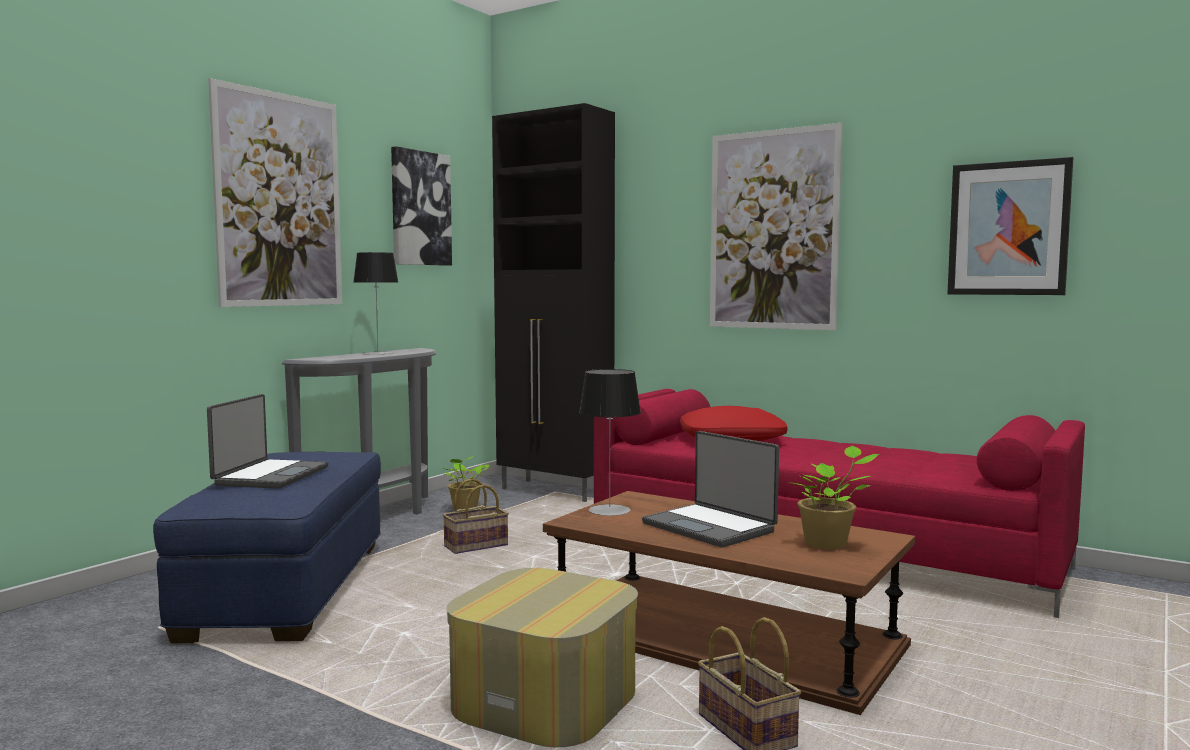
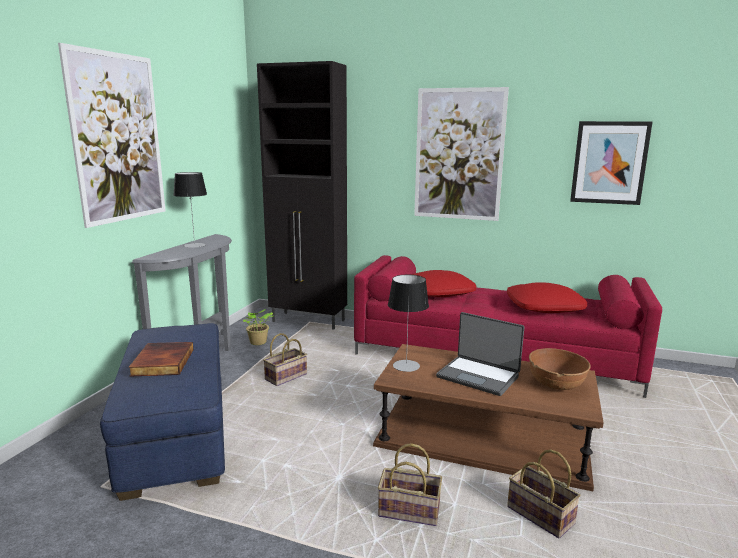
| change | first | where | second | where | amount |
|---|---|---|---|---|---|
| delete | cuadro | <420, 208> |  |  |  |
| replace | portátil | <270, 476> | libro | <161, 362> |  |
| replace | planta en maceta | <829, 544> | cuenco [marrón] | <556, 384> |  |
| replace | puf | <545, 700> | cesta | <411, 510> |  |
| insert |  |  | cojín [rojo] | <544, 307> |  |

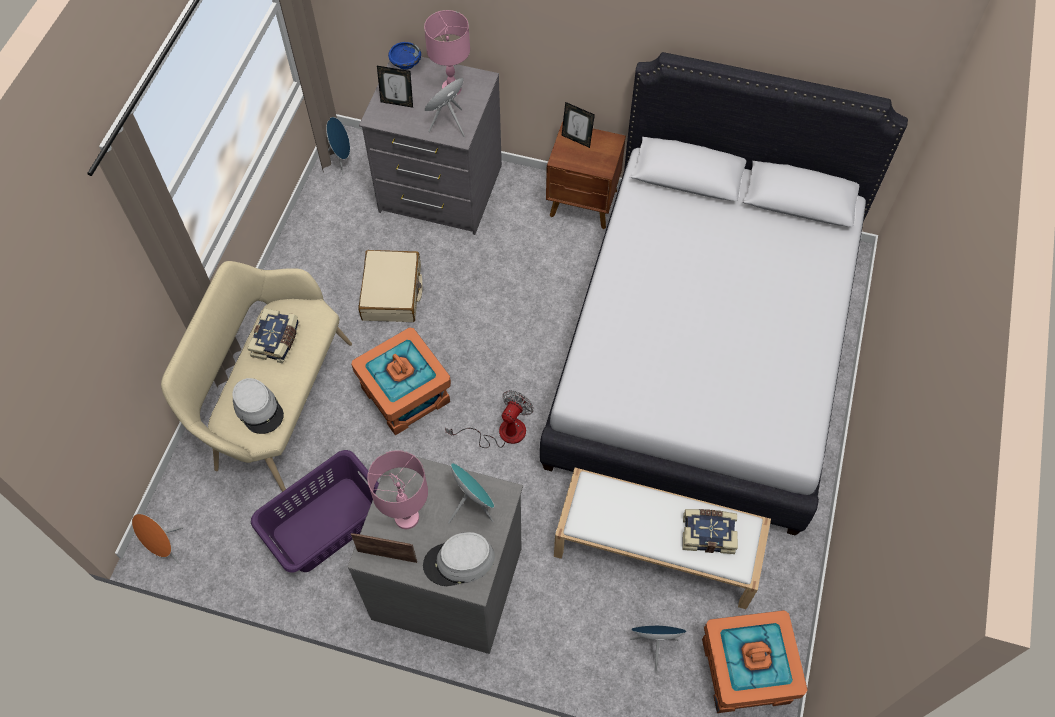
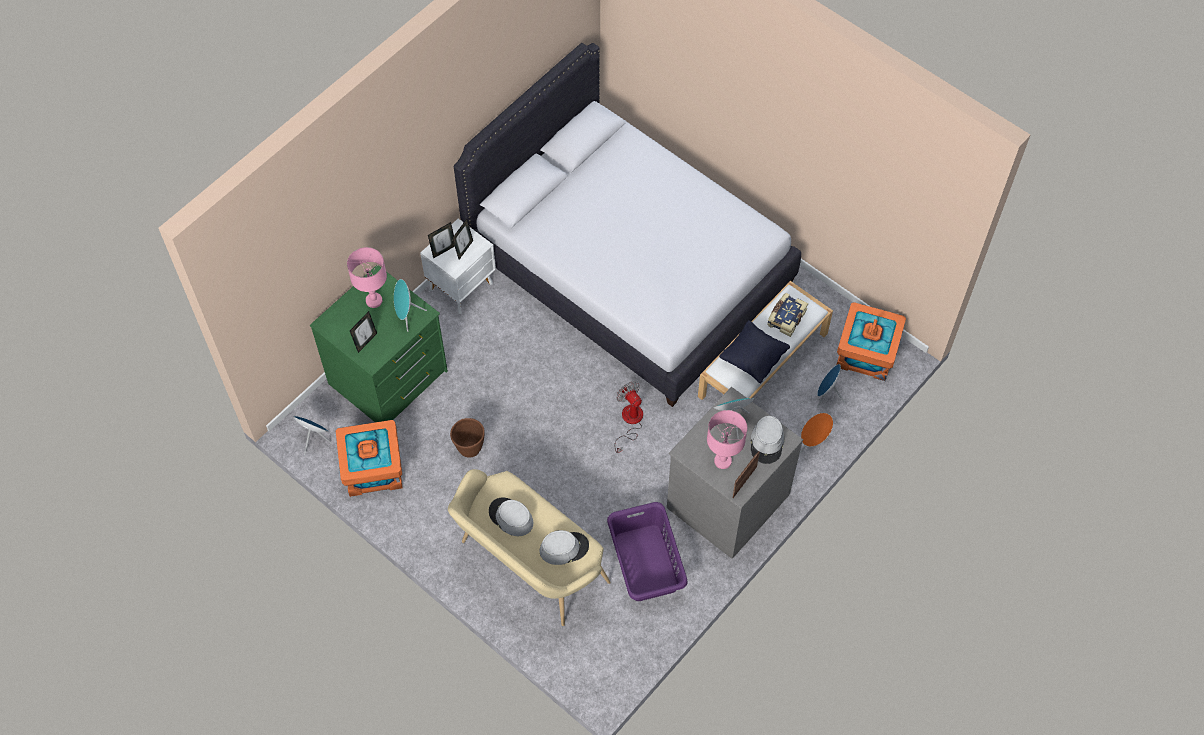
| change | first | where | second | where | amount |
|---|---|---|---|---|---|
| delete | cuenco [azul] | <405, 63> |  |  |  |
| recolor | cómoda [gris] | <440, 190> | cómoda [verde] | <389, 379> |  |
| recolor | mesita de noche [marrón] | <584, 204> | mesita de noche [blanco] | <462, 287> |  |
| replace | maleta [beis] | <392, 293> | maceta [marrón] | <469, 449> |  |
| replace | libro | <277, 341> | sombrero [gris] | <511, 517> |  |
| move | caja de almacenaje [naranja] | <405, 395> |  | <373, 469> |  |
| move | altavoz [naranja] | <166, 547> |  | <812, 442> |  |
| insert |  |  | portarretratos | <464, 249> |  |
| insert |  |  | cojín [negro] | <753, 358> |  |

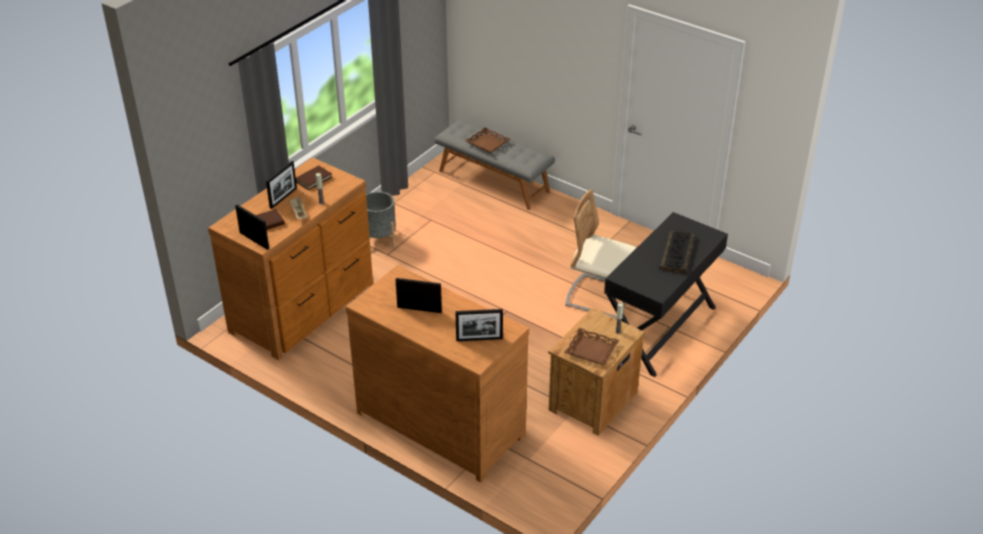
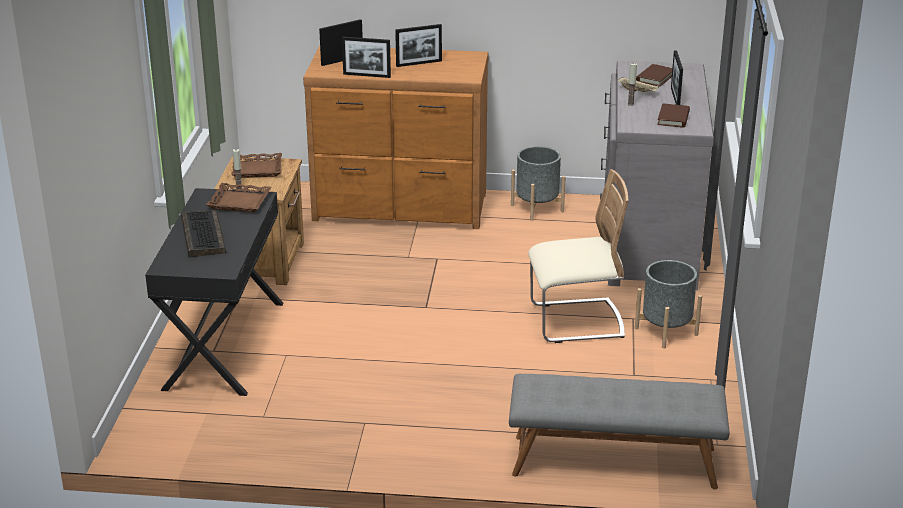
| change | first | where | second | where | amount |
|---|---|---|---|---|---|
| move | bandeja [marrón] | <487, 143> |  | <240, 202> |  |
| recolor | cómoda [marrón] | <304, 308> | cómoda [gris] | <647, 244> |  |
| move | silla [beis] | <601, 297> |  | <576, 322> |  |
| move | portarretratos | <254, 240> |  | <367, 75> |  |
| insert |  |  | maceta [gris] | <537, 208> |  |

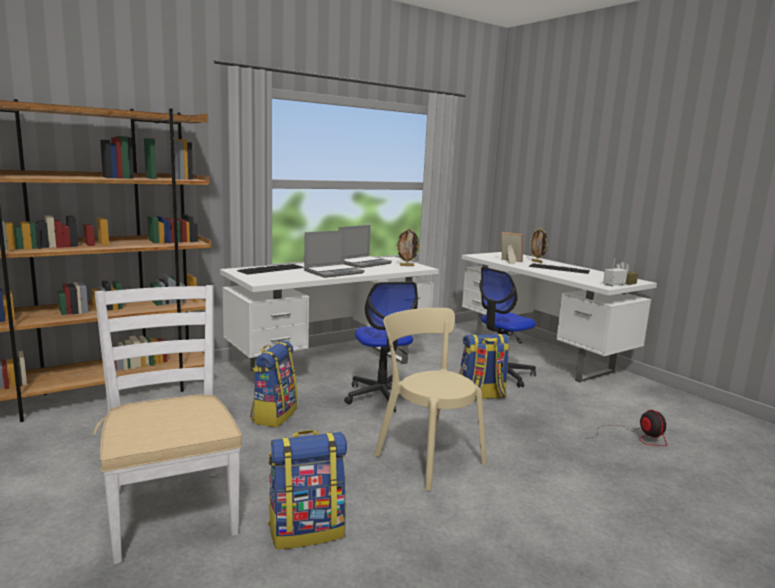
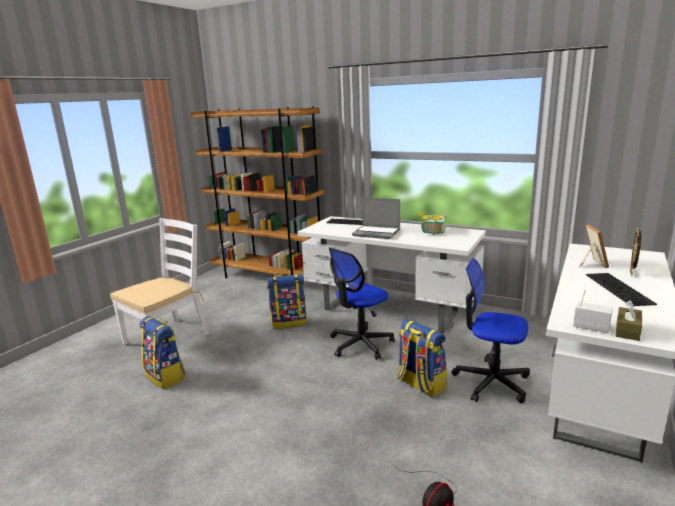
| change | first | where | second | where | amount |
|---|---|---|---|---|---|
| replace | portátil | <364, 263> | libro | <430, 231> |  |
| delete | portarretratos | <406, 265> |  |  |  |
| delete | silla [beis] | <426, 457> |  |  |  |

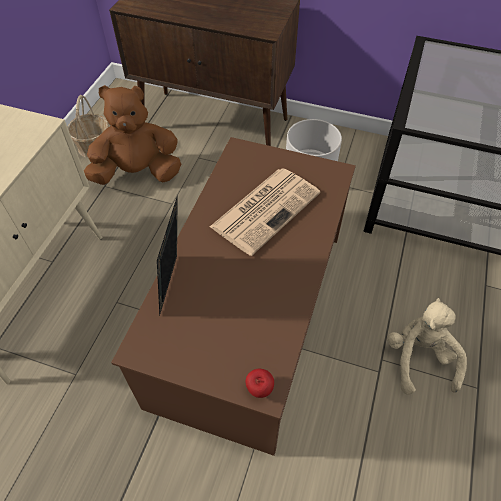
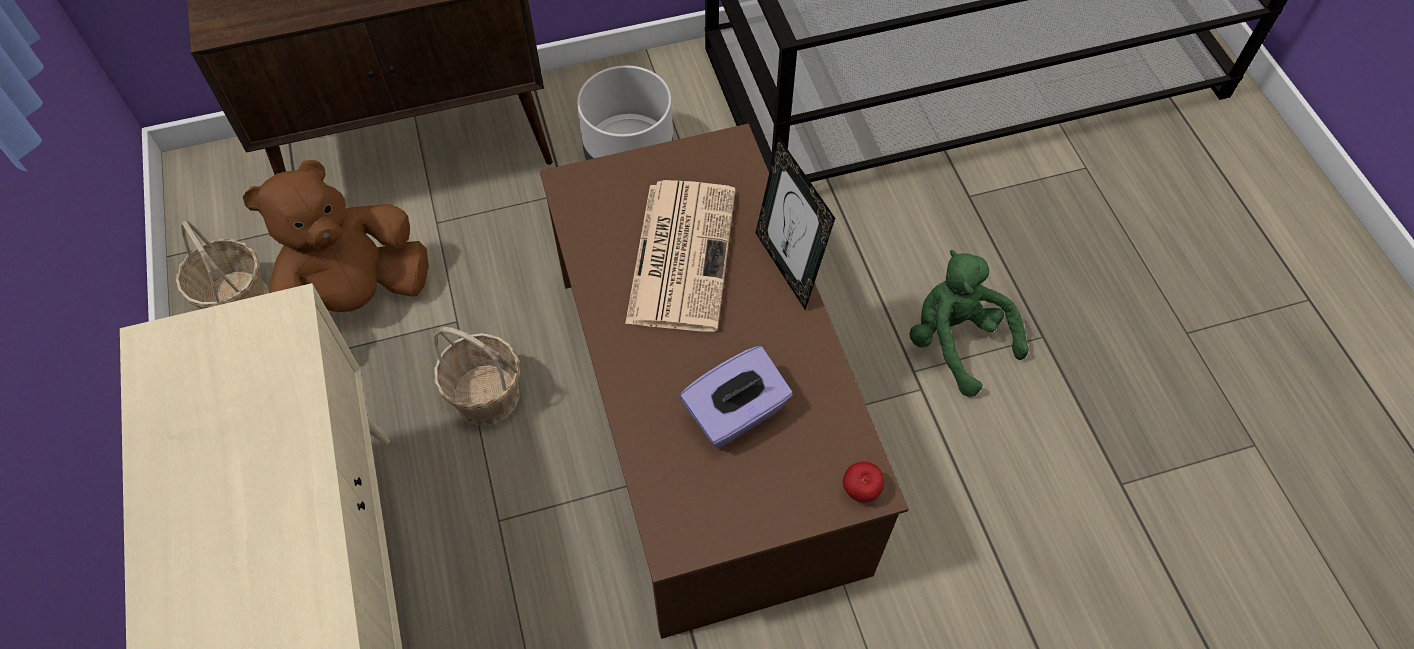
| change | first | where | second | where | amount |
|---|---|---|---|---|---|
| move | portarretratos | <174, 285> |  | <787, 267> |  |
| recolor | peluche [beis] | <419, 358> | peluche [verde] | <956, 342> |  |
| insert |  |  | cesta | <486, 396> |  |
| insert |  |  | caja de pañuelos [morado] | <736, 414> |  |

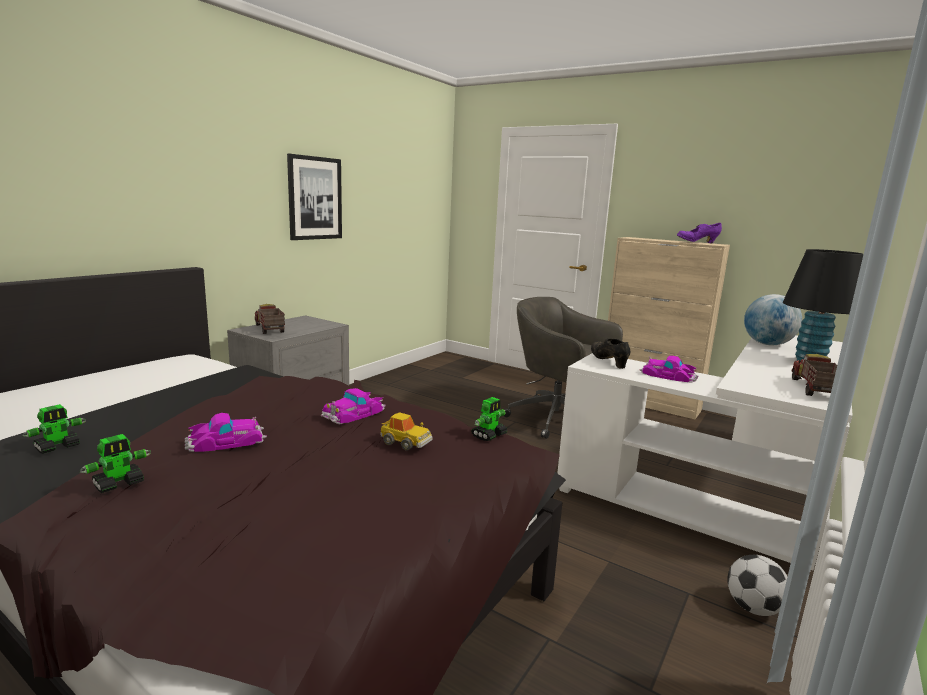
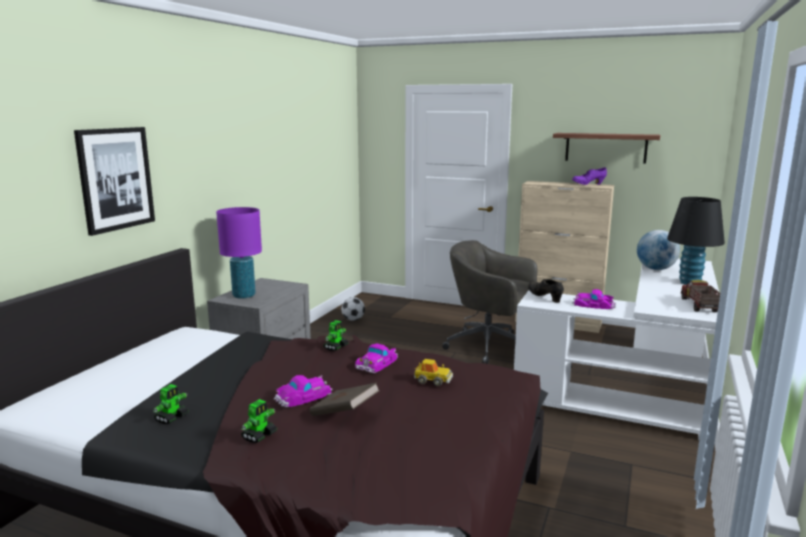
| change | first | where | second | where | amount |
|---|---|---|---|---|---|
| move | cuadro | <314, 198> |  | <115, 179> |  |
| replace | camión de juguete | <269, 329> | lámpara de mesa [morado] | <244, 296> |  |
| move | robot de juguete | <489, 435> |  | <336, 347> |  |
| move | balón de fútbol | <753, 608> |  | <353, 320> |  |
| insert |  |  | estante | <605, 147> |  |
| insert |  |  | libro [marrón] | <344, 414> |  |

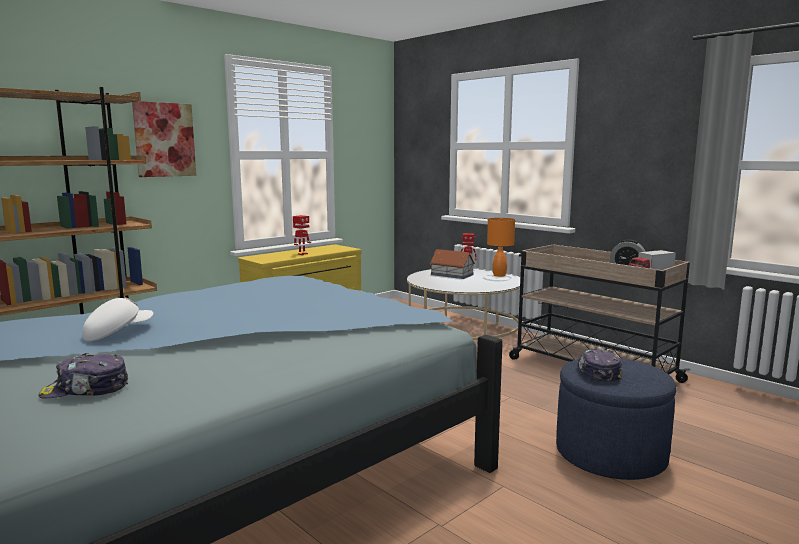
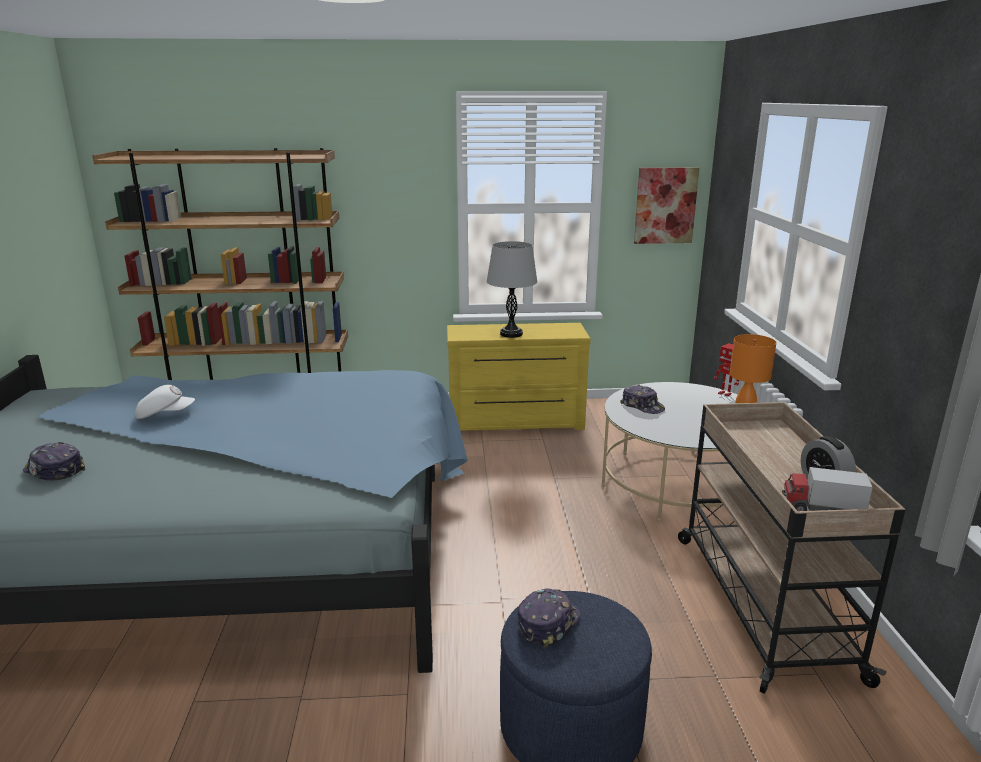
| change | first | where | second | where | amount |
|---|---|---|---|---|---|
| move | cuadro | <164, 140> |  | <665, 205> |  |
| replace | robot de juguete | <302, 254> | lámpara de mesa [gris] | <511, 334> |  |
| delete | casita | <452, 275> |  |  |  |
| insert |  |  | gorra | <642, 406> |  |

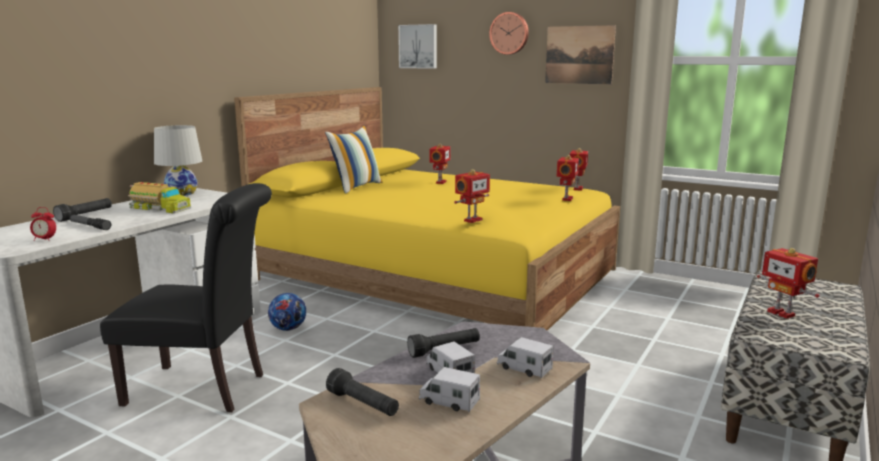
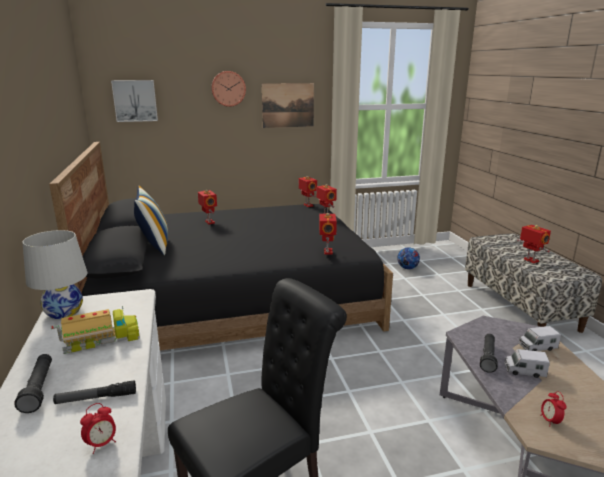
| change | first | where | second | where | amount |
|---|---|---|---|---|---|
| recolor | cama [amarillo] | <436, 274> | cama [negro] | <234, 299> |  |
| rotate | robot de juguete | <782, 313> |  | <530, 260> | 135 degrees counterclockwise |
| move | balón de fútbol | <288, 329> |  | <407, 268> |  |
| delete | camión de juguete | <449, 401> |  |  |  |
| replace | linterna [negro] | <363, 405> | despertador | <550, 421> |  |

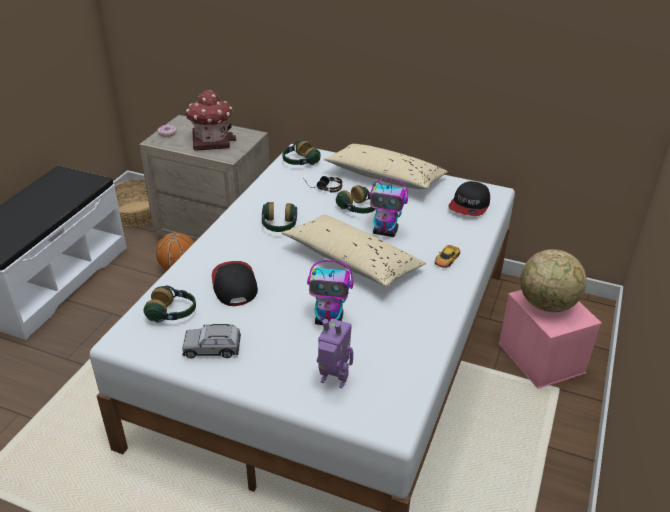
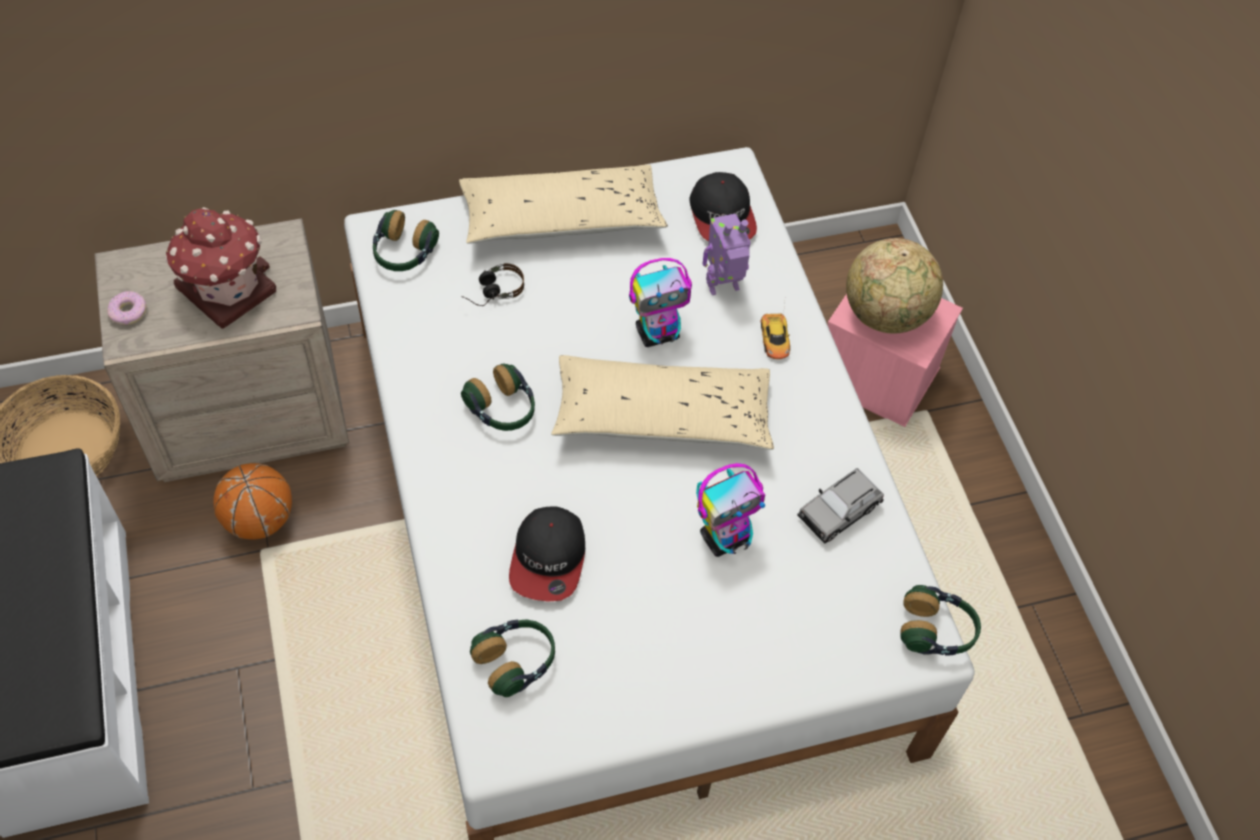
| change | first | where | second | where | amount |
|---|---|---|---|---|---|
| move | auriculares | <358, 209> |  | <936, 631> |  |
| rotate | gorra | <234, 285> |  | <548, 559> | 120 degrees counterclockwise |
| move | robot de juguete | <333, 381> |  | <723, 287> |  |
| move | coche de juguete [gris] | <212, 349> |  | <839, 511> |  |

